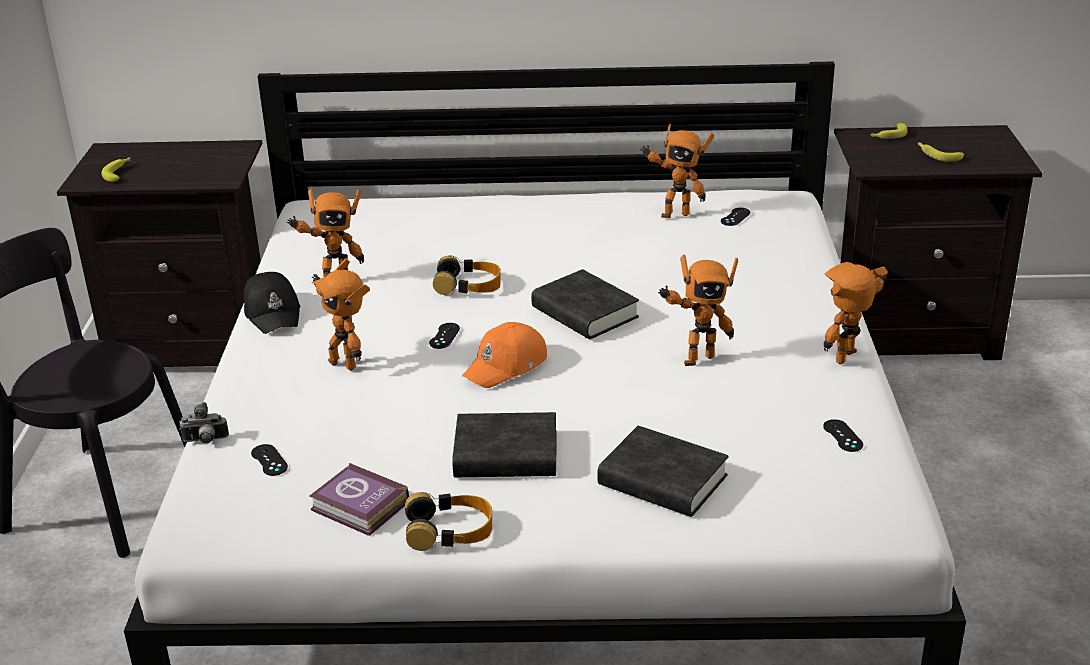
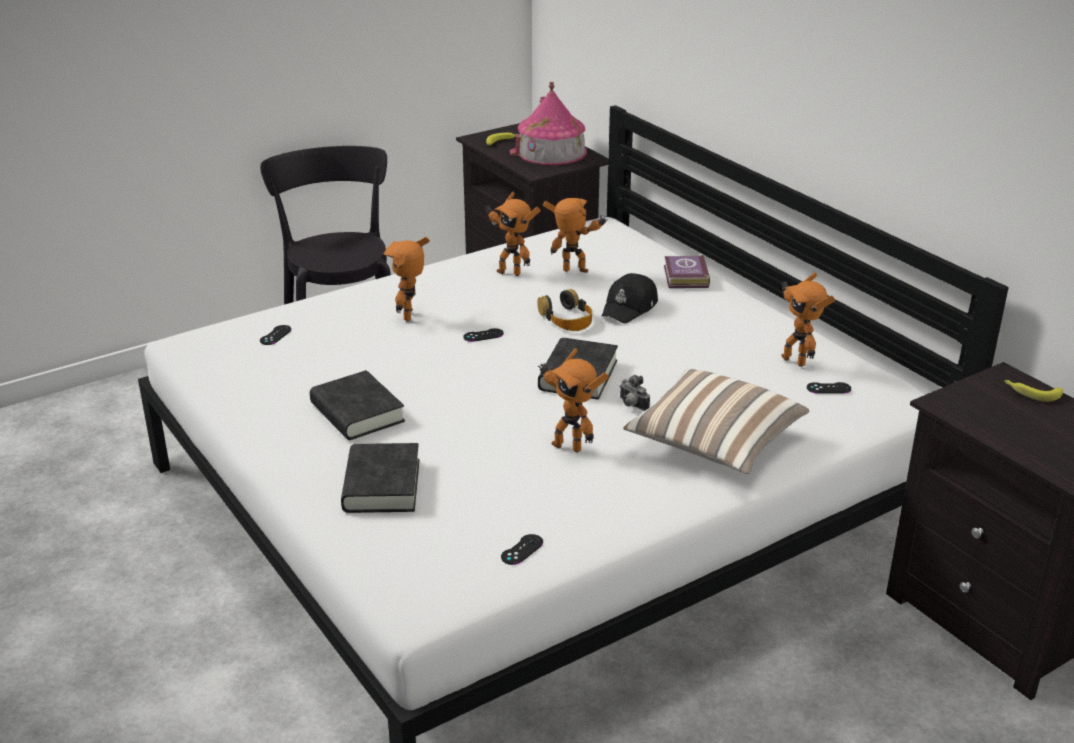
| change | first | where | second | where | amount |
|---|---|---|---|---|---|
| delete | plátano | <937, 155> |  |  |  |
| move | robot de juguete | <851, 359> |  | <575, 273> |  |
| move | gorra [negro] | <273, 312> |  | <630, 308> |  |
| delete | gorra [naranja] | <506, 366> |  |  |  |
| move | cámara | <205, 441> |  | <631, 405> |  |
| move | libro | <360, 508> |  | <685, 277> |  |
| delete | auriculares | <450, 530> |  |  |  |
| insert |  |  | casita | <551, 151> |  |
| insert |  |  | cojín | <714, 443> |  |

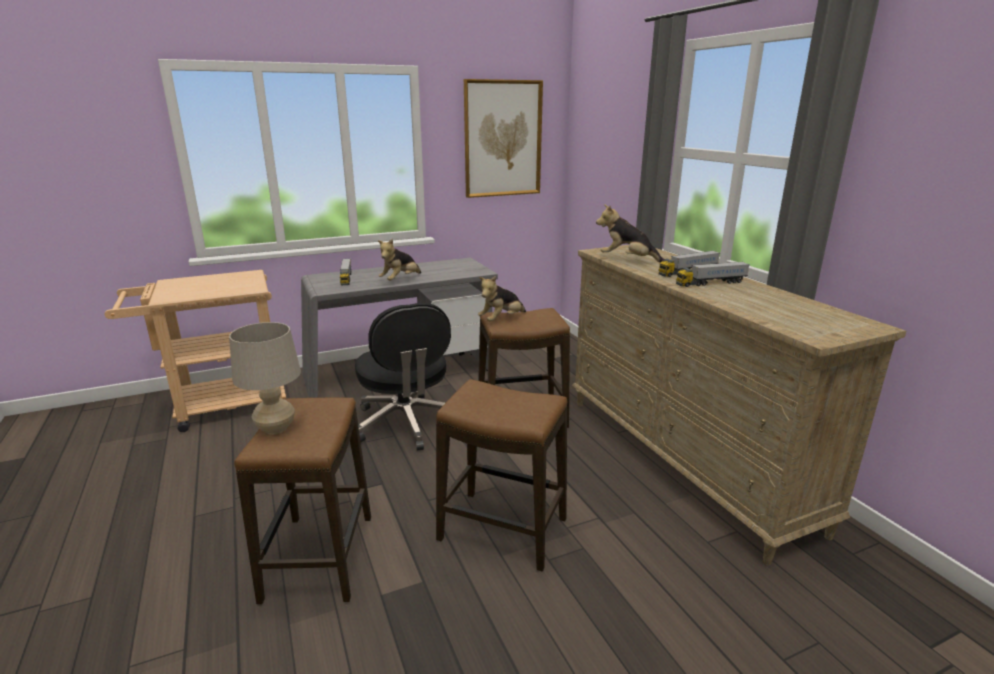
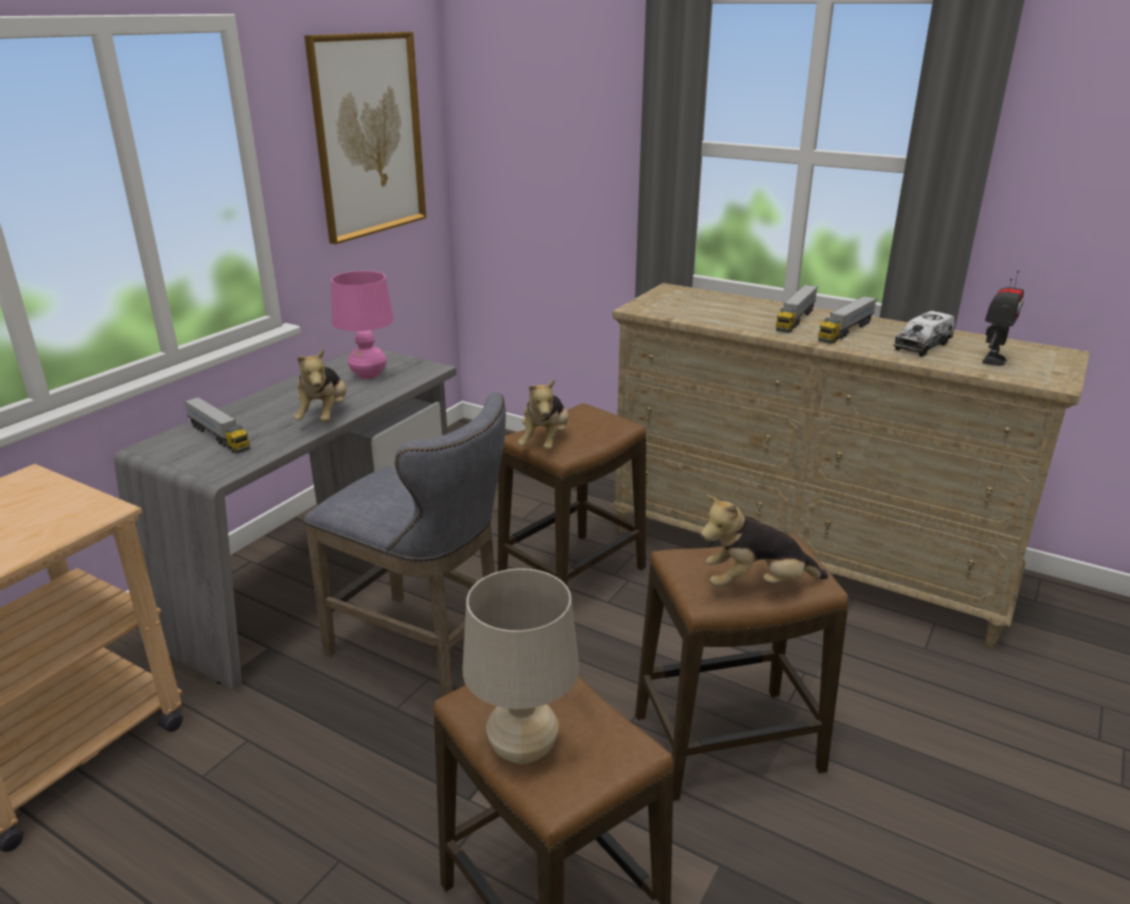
| change | first | where | second | where | amount |
|---|---|---|---|---|---|
| move | peluche | <628, 260> |  | <756, 585> |  |
| replace | silla de oficina [negro] | <406, 423> | taburete [gris] | <424, 651> |  |
| insert |  |  | robot de juguete | <992, 360> |  |
| insert |  |  | lámpara de mesa [rosa] | <369, 375> |  |
| insert |  |  | camión de juguete | <922, 346> |  |

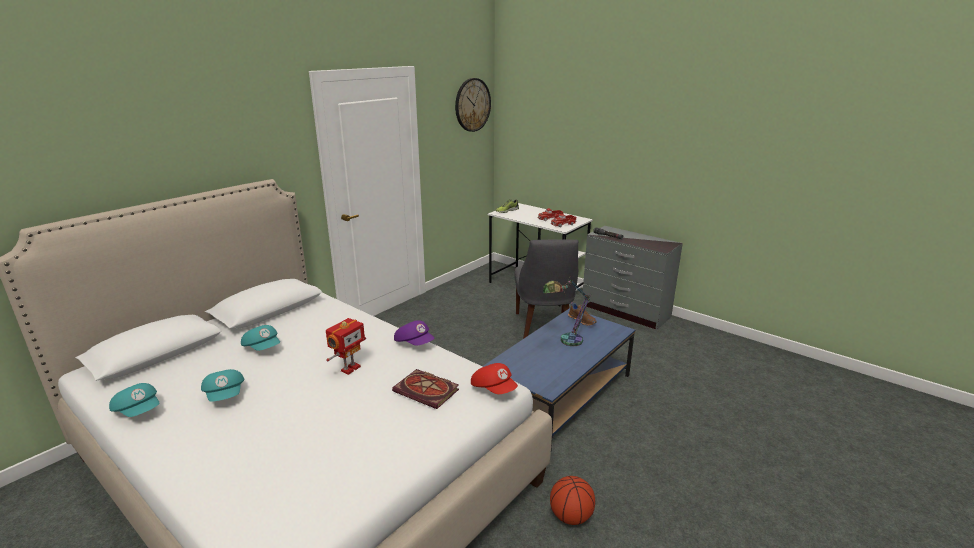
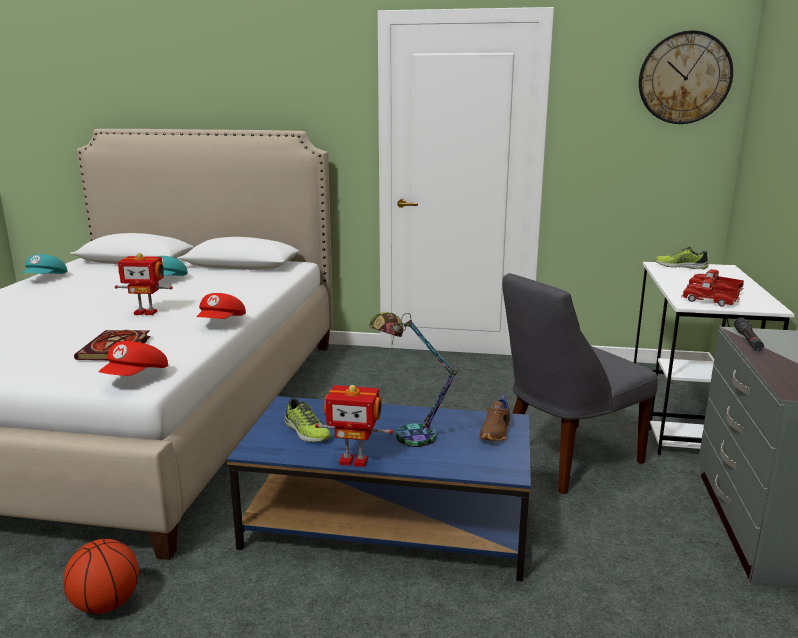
| change | first | where | second | where | amount |
|---|---|---|---|---|---|
| recolor | gorra [morado] | <414, 343> | gorra [rojo] | <222, 322> |  |
| delete | gorra [turquesa] | <226, 395> |  |  |  |
| insert |  |  | robot de juguete | <354, 460> |  |
| insert |  |  | zapato | <306, 432> |  |

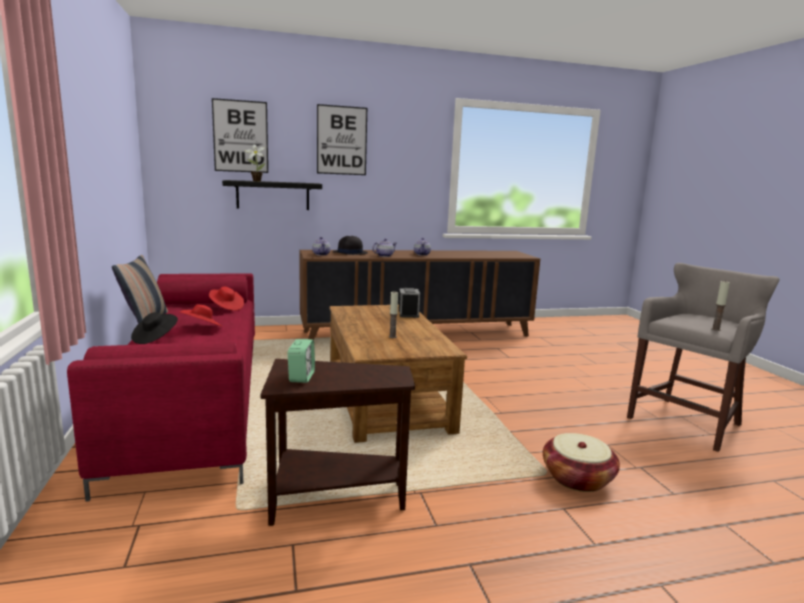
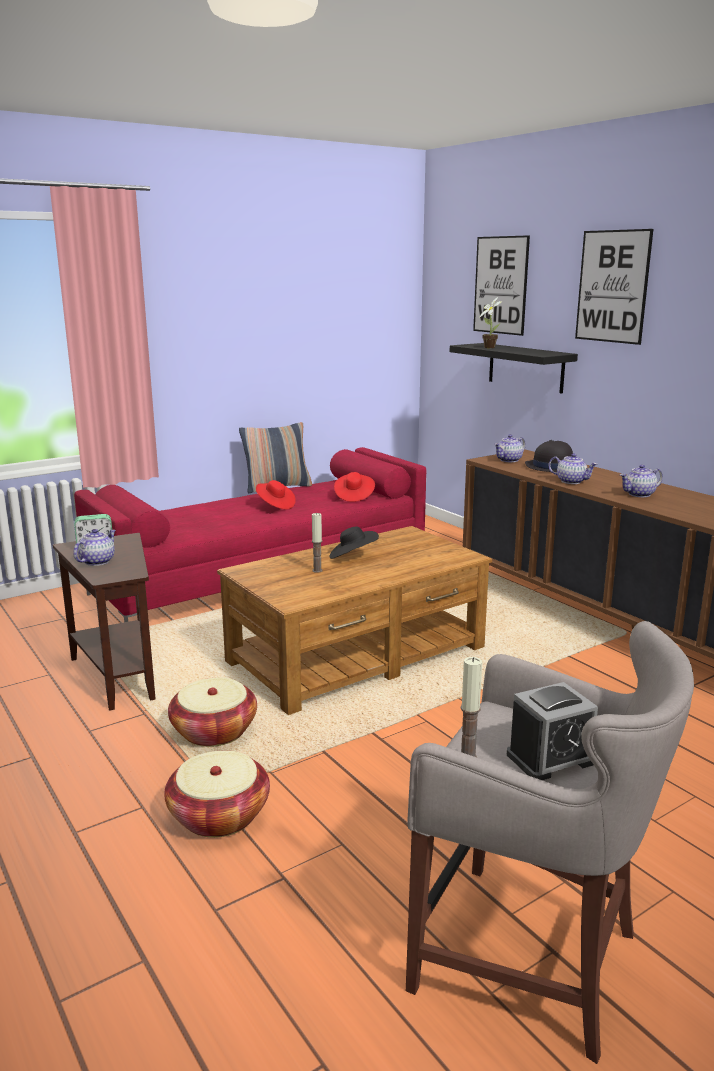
| change | first | where | second | where | amount |
|---|---|---|---|---|---|
| move | despertador | <408, 314> |  | <550, 758> |  |
| move | sombrero [negro] | <155, 338> |  | <352, 557> |  |
| insert |  |  | tetera | <97, 561> |  |
| insert |  |  | cesta | <214, 731> |  |

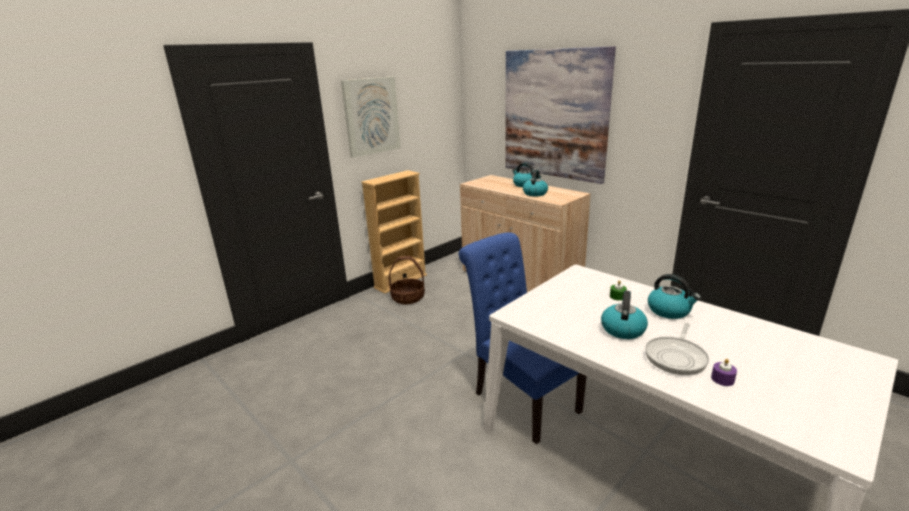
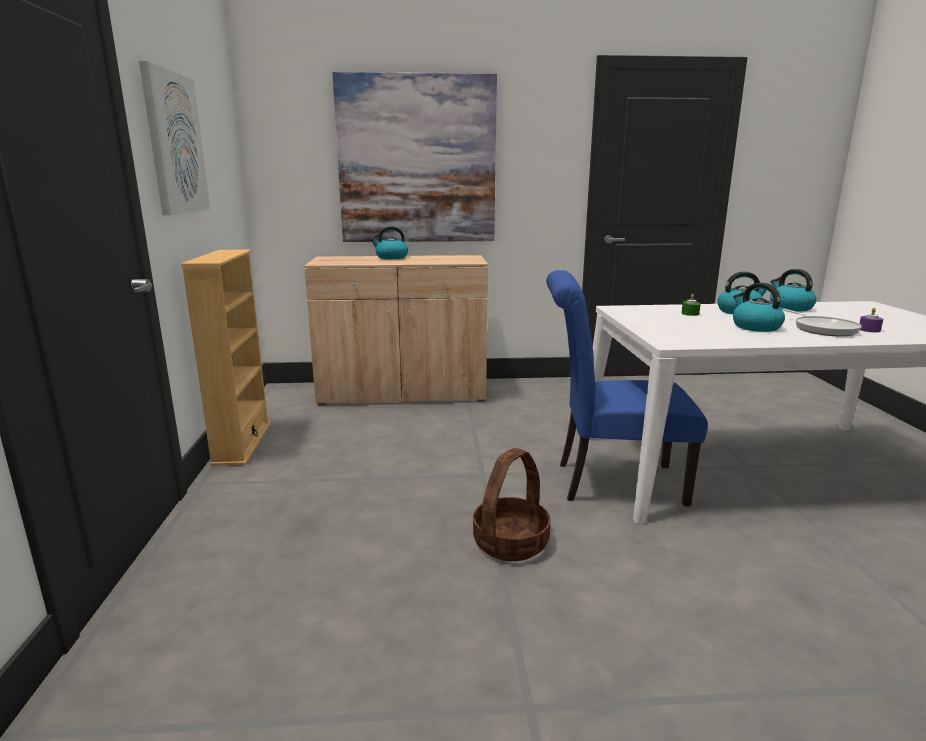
| change | first | where | second | where | amount |
|---|---|---|---|---|---|
| move | hervidor | <535, 193> |  | <789, 308> |  |
| move | cesta | <407, 297> |  | <511, 543> |  |

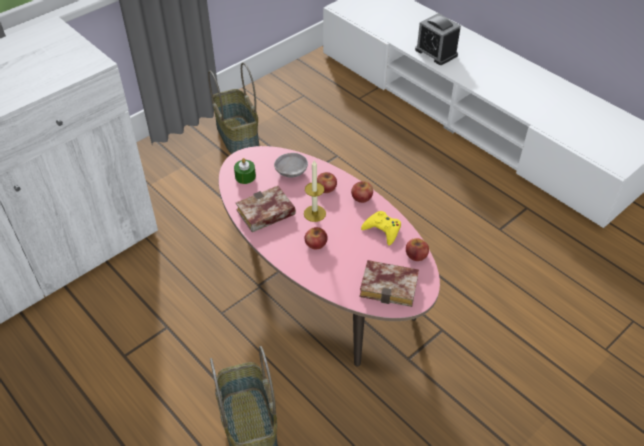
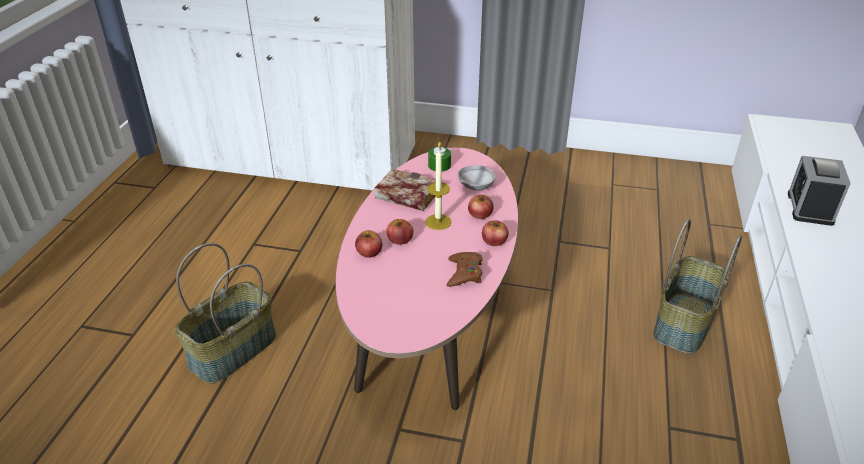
| change | first | where | second | where | amount |
|---|---|---|---|---|---|
| move | cesta | <238, 136> |  | <685, 323> |  |
| recolor | mando de consola [amarillo] | <382, 230> | mando de consola [marrón] | <464, 273> |  |
| move | manzana | <416, 255> |  | <369, 251> |  |
| delete | libro | <391, 286> |  |  |  |

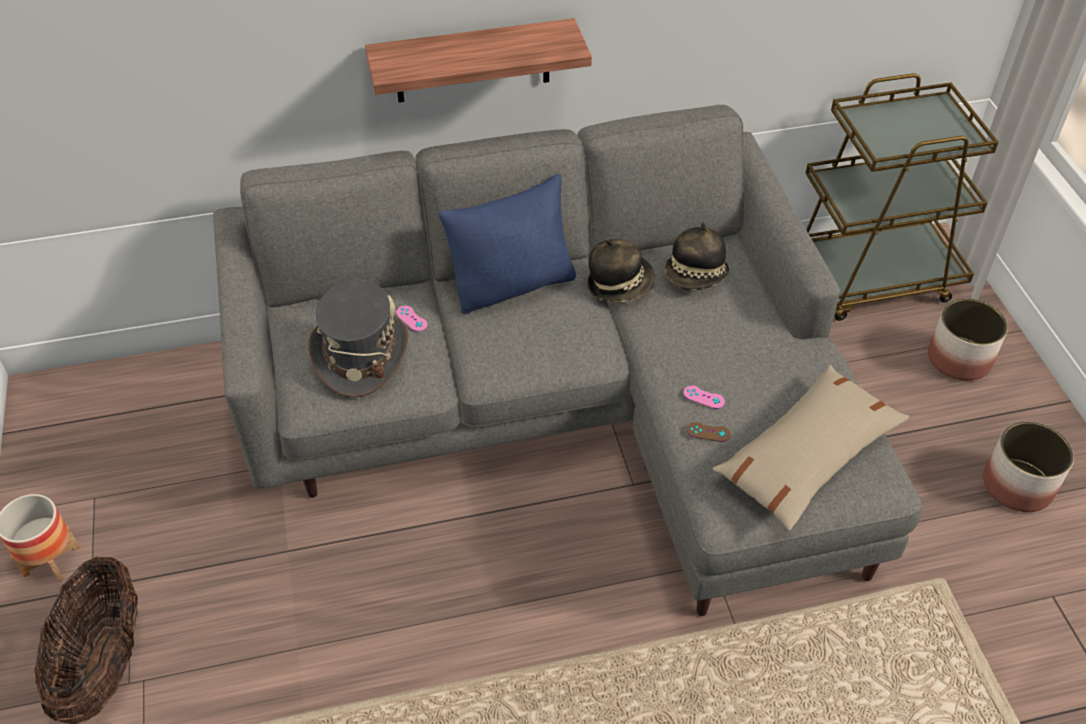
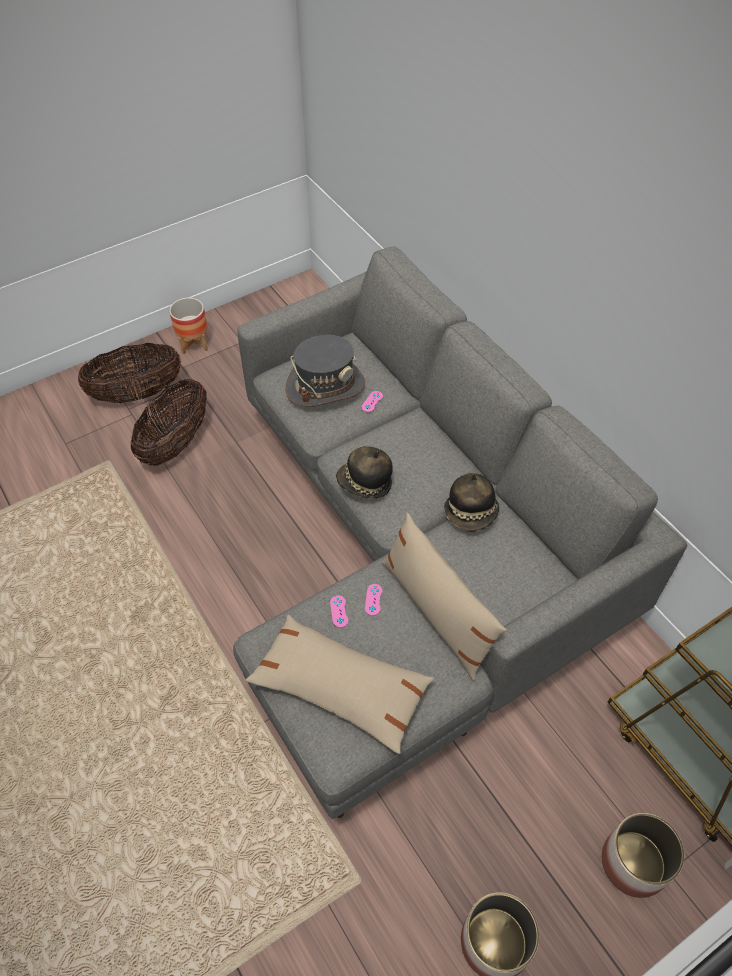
| change | first | where | second | where | amount |
|---|---|---|---|---|---|
| delete | estante | <472, 61> |  |  |  |
| delete | cojín [azul] | <513, 285> |  |  |  |
| move | sombrero | <696, 276> |  | <364, 483> |  |
| recolor | mando de consola [marrón] | <708, 432> | mando de consola [rosa] | <339, 611> |  |
| insert |  |  | cesta | <176, 443> |  |
| insert |  |  | cojín [beis] | <437, 612> |  |

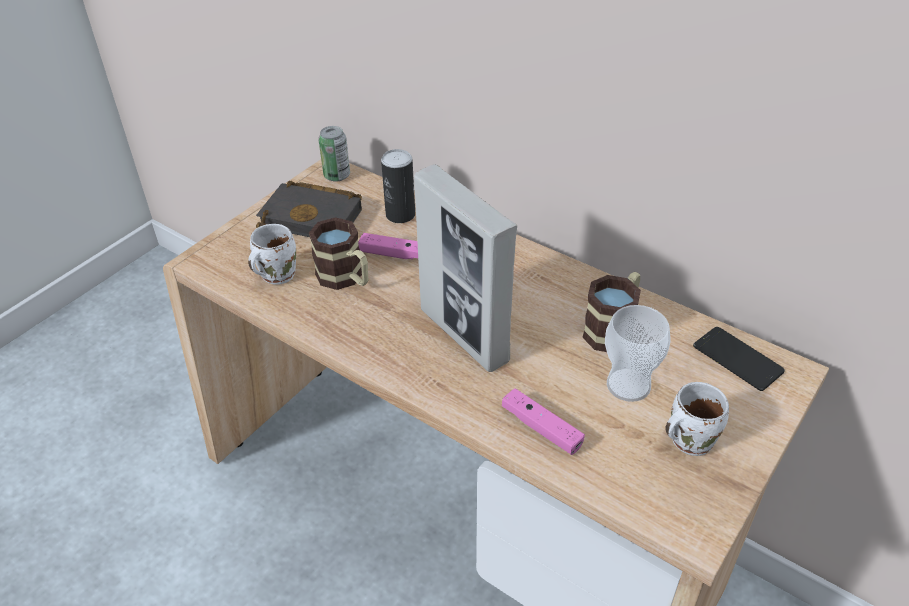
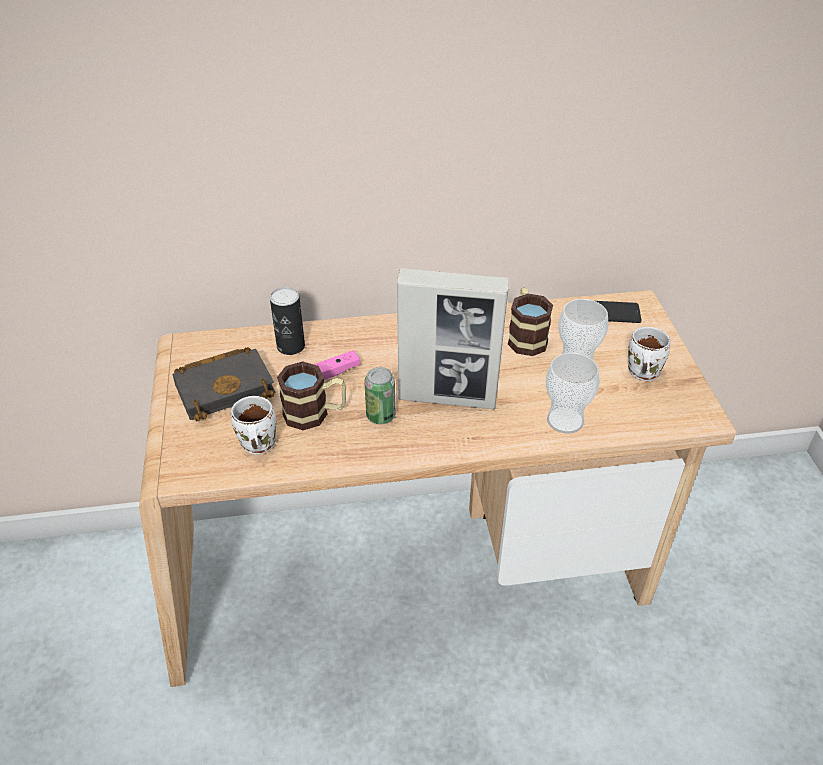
| change | first | where | second | where | amount |
|---|---|---|---|---|---|
| move | lata | <337, 175> |  | <380, 416> |  |
| replace | mando de consola [rosa] | <541, 428> | taza | <565, 420> |  |

